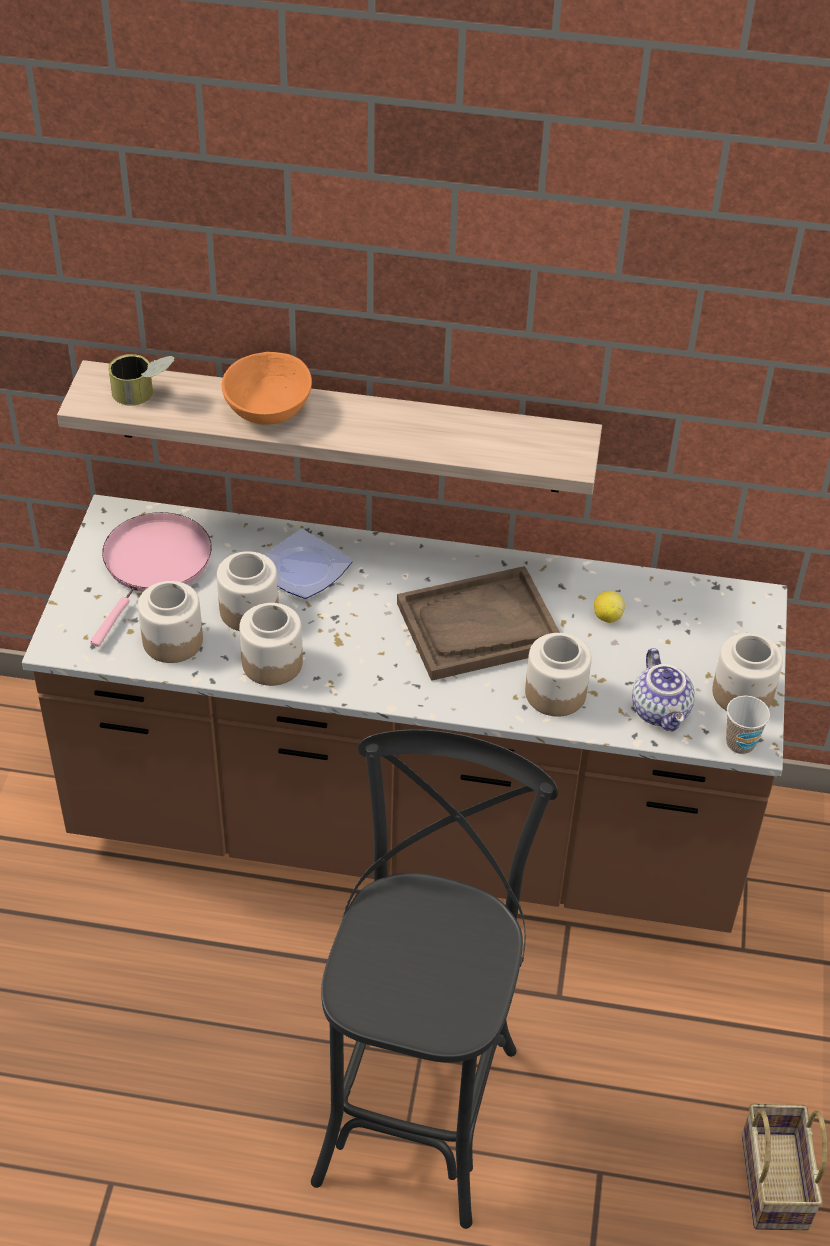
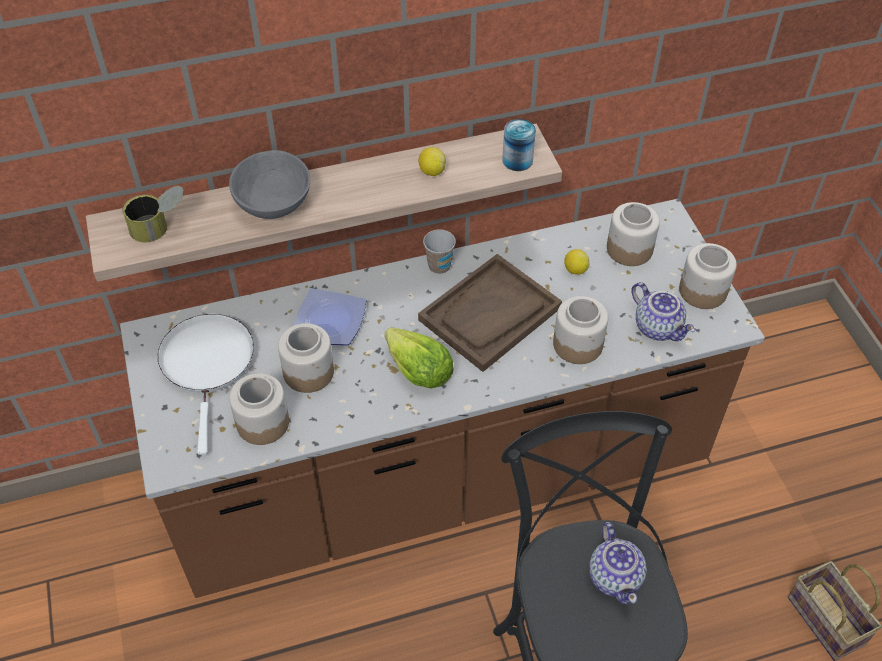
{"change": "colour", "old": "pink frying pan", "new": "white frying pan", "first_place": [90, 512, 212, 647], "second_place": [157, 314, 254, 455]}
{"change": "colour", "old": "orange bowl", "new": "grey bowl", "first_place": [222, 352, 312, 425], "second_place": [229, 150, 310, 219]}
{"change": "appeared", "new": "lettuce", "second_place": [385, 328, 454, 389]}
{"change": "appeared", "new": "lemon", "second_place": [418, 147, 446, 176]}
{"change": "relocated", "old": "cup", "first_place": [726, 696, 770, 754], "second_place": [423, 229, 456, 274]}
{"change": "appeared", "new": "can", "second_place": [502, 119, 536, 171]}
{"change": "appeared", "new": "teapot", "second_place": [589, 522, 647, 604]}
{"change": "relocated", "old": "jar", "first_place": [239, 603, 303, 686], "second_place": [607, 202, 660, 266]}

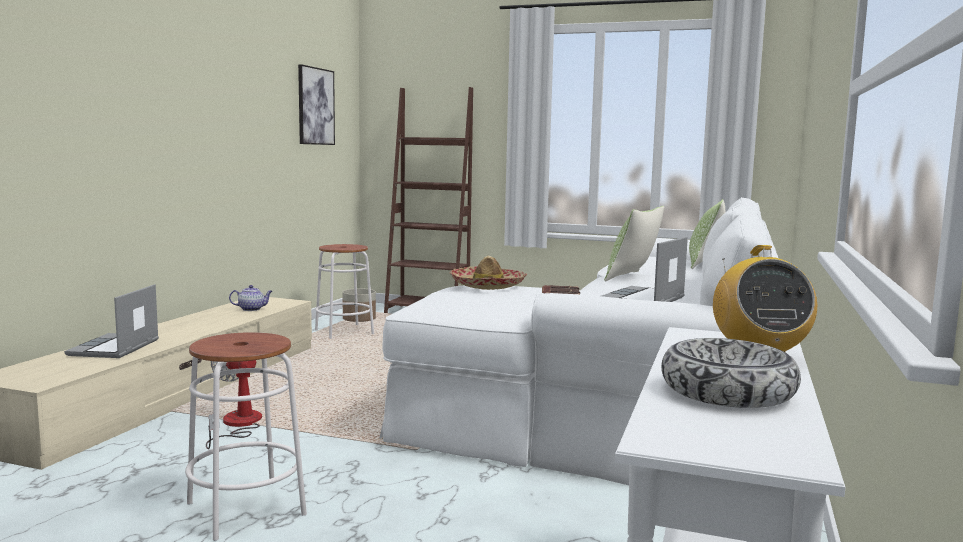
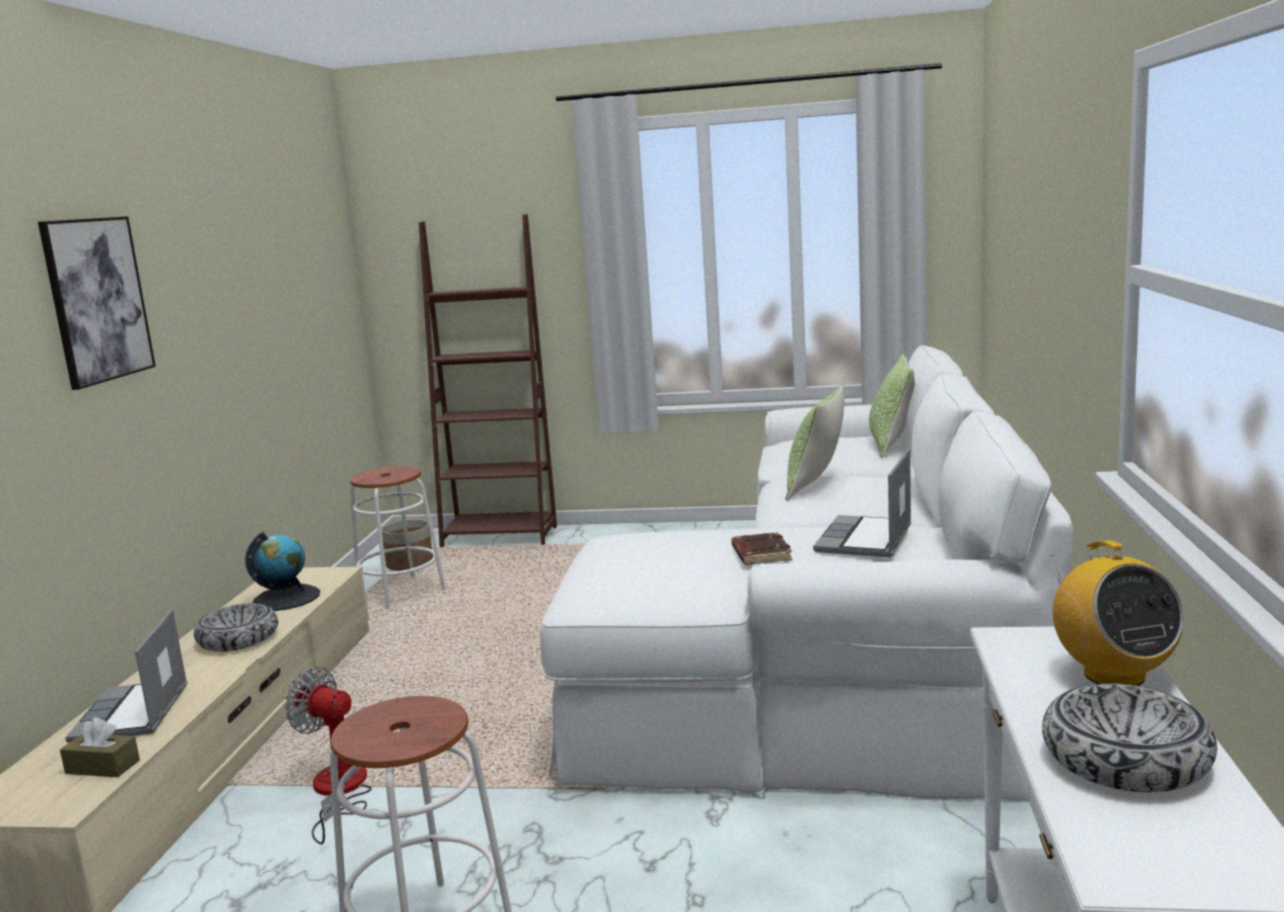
{"change": "relocated", "old": "picture", "first_place": [298, 64, 335, 145], "second_place": [38, 216, 156, 390]}
{"change": "appeared", "new": "brown tissue box", "second_place": [60, 717, 140, 777]}
{"change": "appeared", "new": "bowl", "second_place": [194, 603, 278, 652]}
{"change": "exchanged", "old": "teapot", "new": "globe", "first_place": [229, 285, 273, 311], "second_place": [245, 532, 320, 611]}
{"change": "missing", "old": "hat", "first_place": [450, 256, 527, 290]}

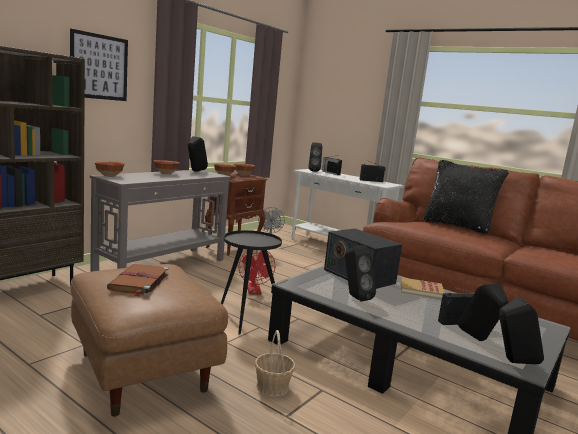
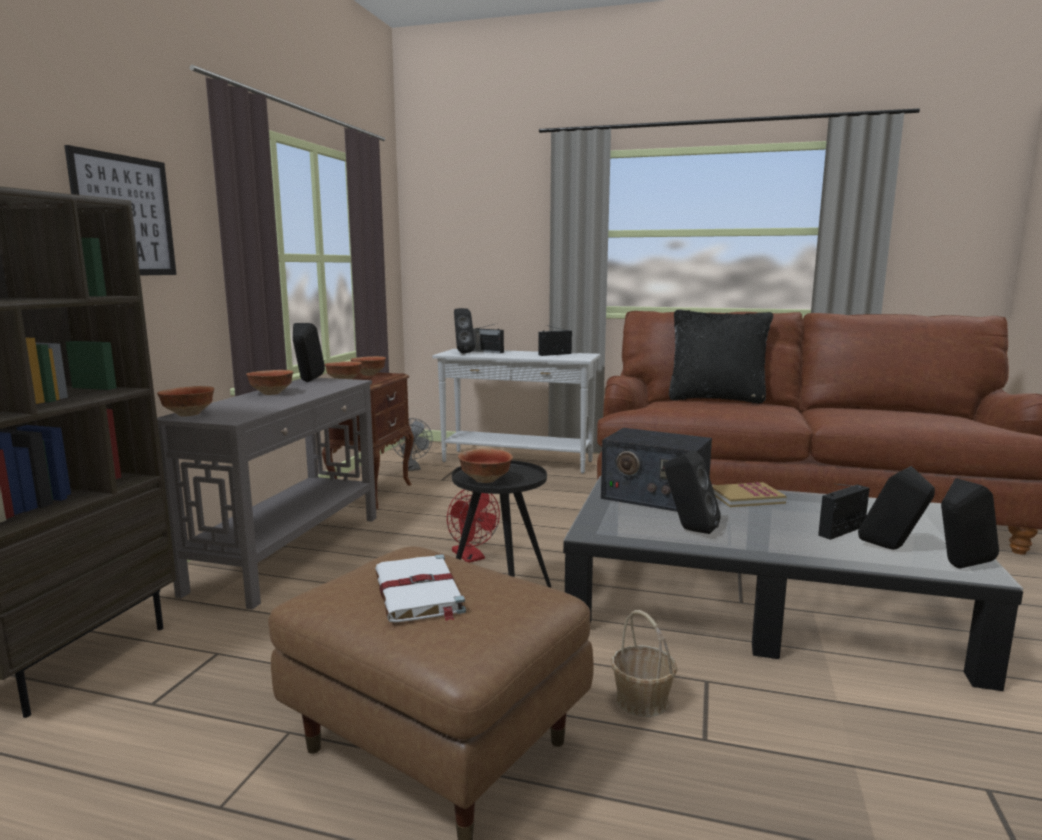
{"change": "colour", "old": "brown book", "new": "white book", "first_place": [107, 264, 169, 297], "second_place": [375, 554, 466, 623]}
{"change": "appeared", "new": "bowl", "second_place": [458, 448, 513, 483]}

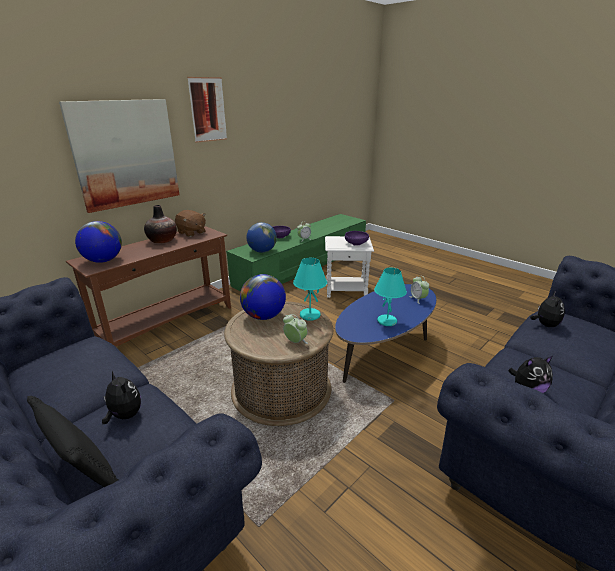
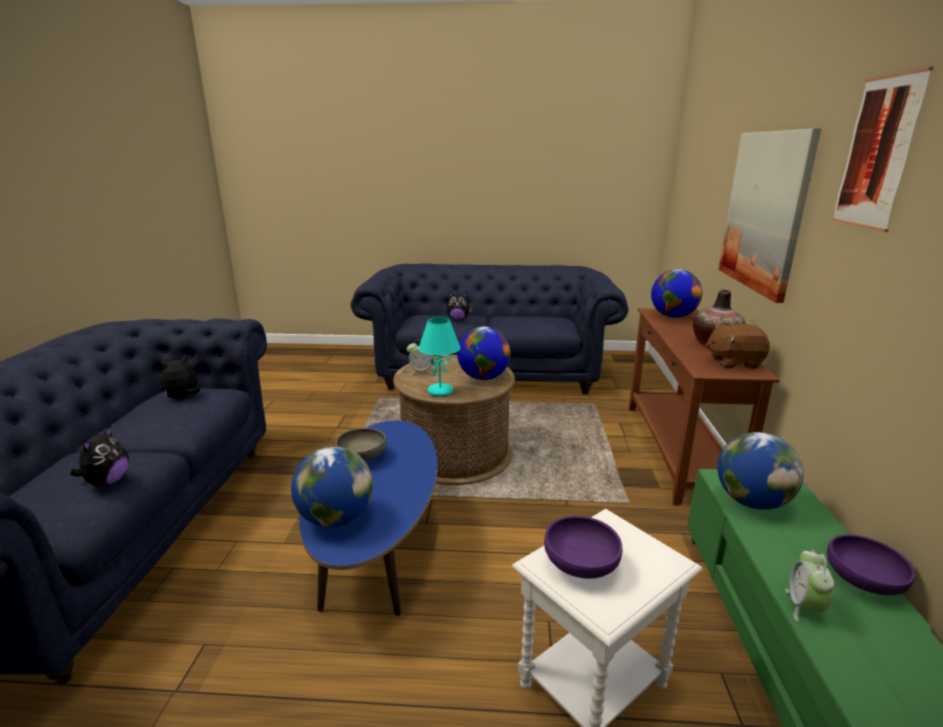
{"change": "spun", "old": "plush toy", "first_place": [530, 291, 565, 327], "second_place": [71, 426, 129, 486], "degrees": -150}
{"change": "exchanged", "old": "alarm clock", "new": "globe", "first_place": [409, 276, 429, 304], "second_place": [291, 446, 373, 528]}
{"change": "exchanged", "old": "turquoise table lamp", "new": "grey bowl", "first_place": [374, 268, 407, 326], "second_place": [335, 428, 387, 462]}
{"change": "missing", "old": "black pillow", "first_place": [27, 396, 119, 487]}

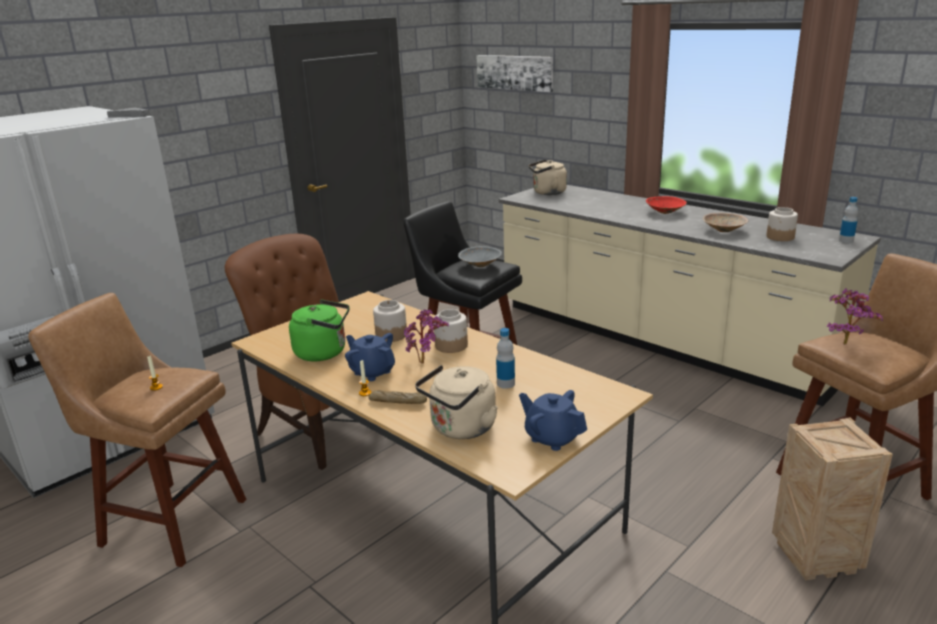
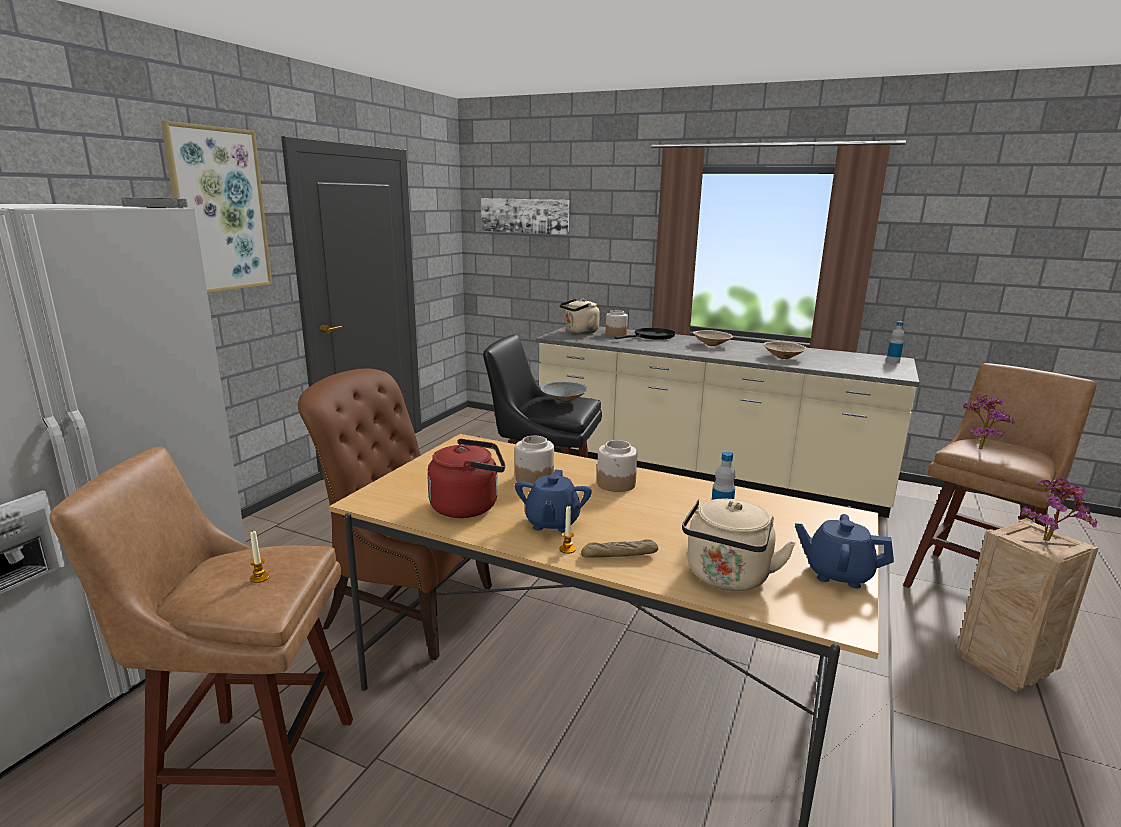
{"change": "appeared", "new": "picture", "second_place": [161, 121, 272, 293]}
{"change": "colour", "old": "green kettle", "new": "red kettle", "first_place": [289, 300, 350, 361], "second_place": [427, 439, 505, 518]}
{"change": "spun", "old": "blue teapot", "first_place": [345, 333, 395, 381], "second_place": [515, 470, 592, 533], "degrees": -105}
{"change": "relocated", "old": "jar", "first_place": [766, 207, 798, 241], "second_place": [606, 310, 628, 337]}
{"change": "appeared", "new": "black frying pan", "second_place": [615, 328, 676, 340]}
{"change": "colour", "old": "red bowl", "new": "beige bowl", "first_place": [646, 196, 687, 214], "second_place": [693, 330, 733, 346]}
{"change": "relocated", "old": "potted plant", "first_place": [404, 309, 449, 364], "second_place": [1021, 477, 1098, 541]}

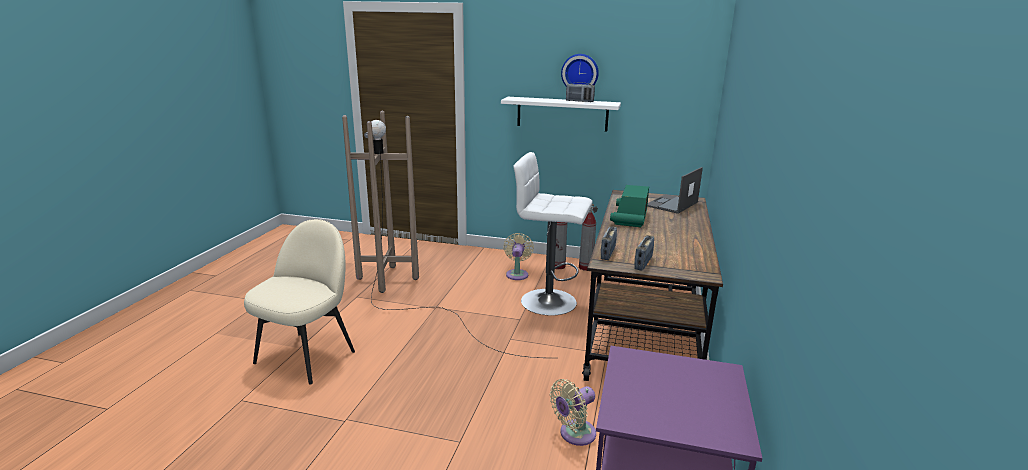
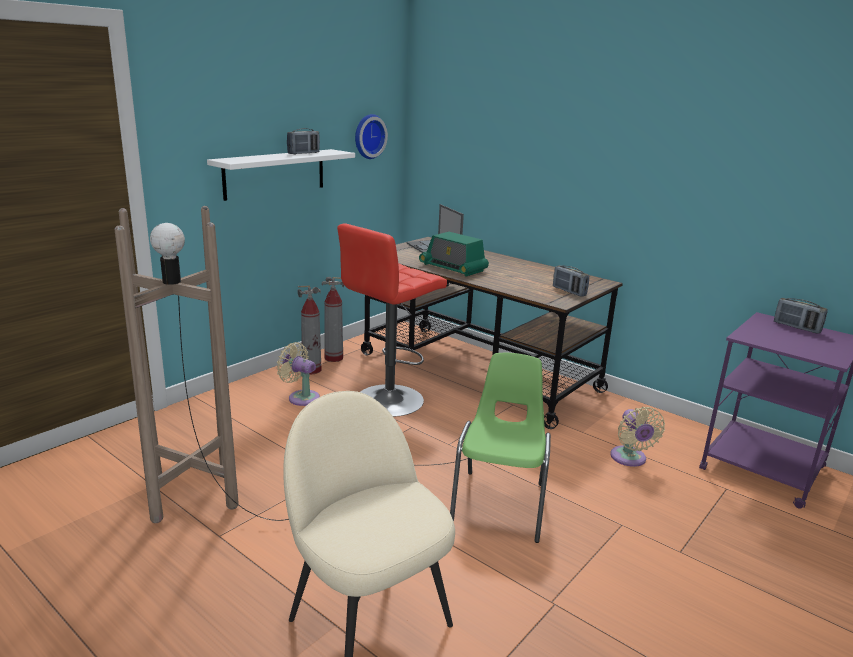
{"change": "colour", "old": "white stool", "new": "red stool", "first_place": [513, 152, 592, 316], "second_place": [337, 224, 447, 417]}
{"change": "relocated", "old": "wall clock", "first_place": [561, 54, 599, 87], "second_place": [355, 114, 388, 159]}
{"change": "appeared", "new": "green chair", "second_place": [450, 353, 551, 543]}
{"change": "relocated", "old": "radio", "first_place": [601, 226, 617, 260], "second_place": [774, 298, 828, 334]}

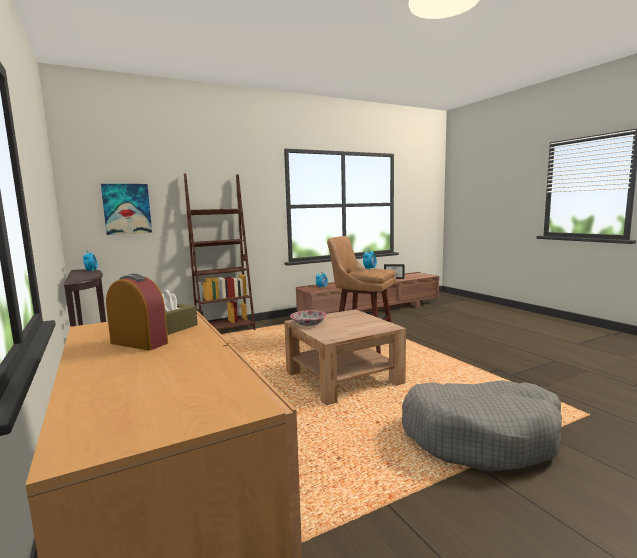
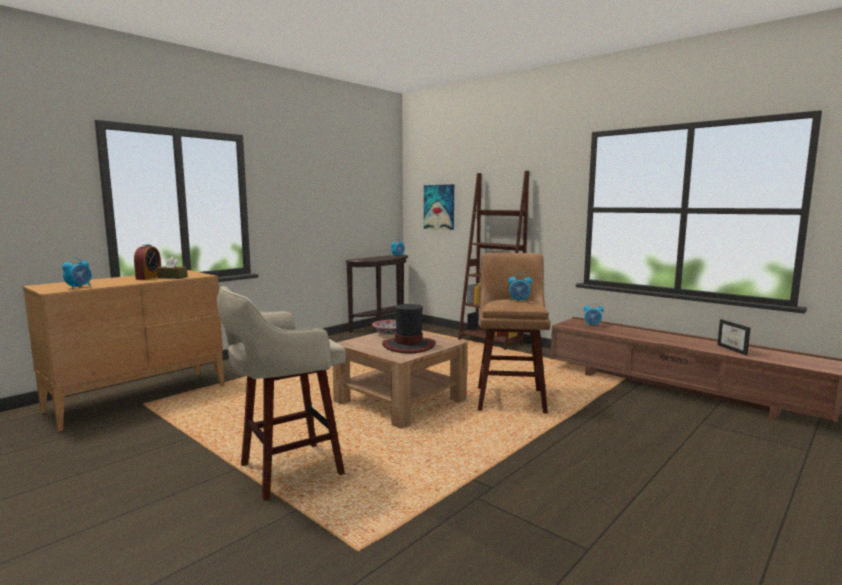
{"change": "appeared", "new": "alarm clock", "second_place": [62, 257, 92, 289]}
{"change": "exchanged", "old": "grey dog bed", "new": "beige stool", "first_place": [402, 380, 562, 472], "second_place": [217, 286, 345, 500]}
{"change": "appeared", "new": "hat", "second_place": [382, 304, 436, 353]}

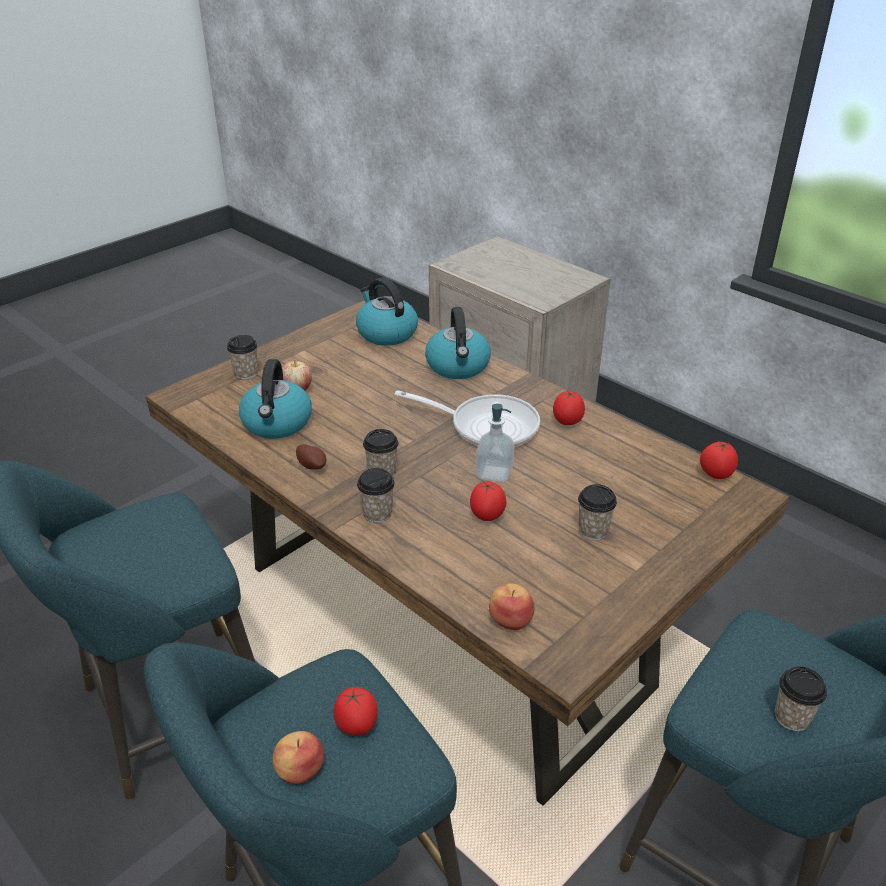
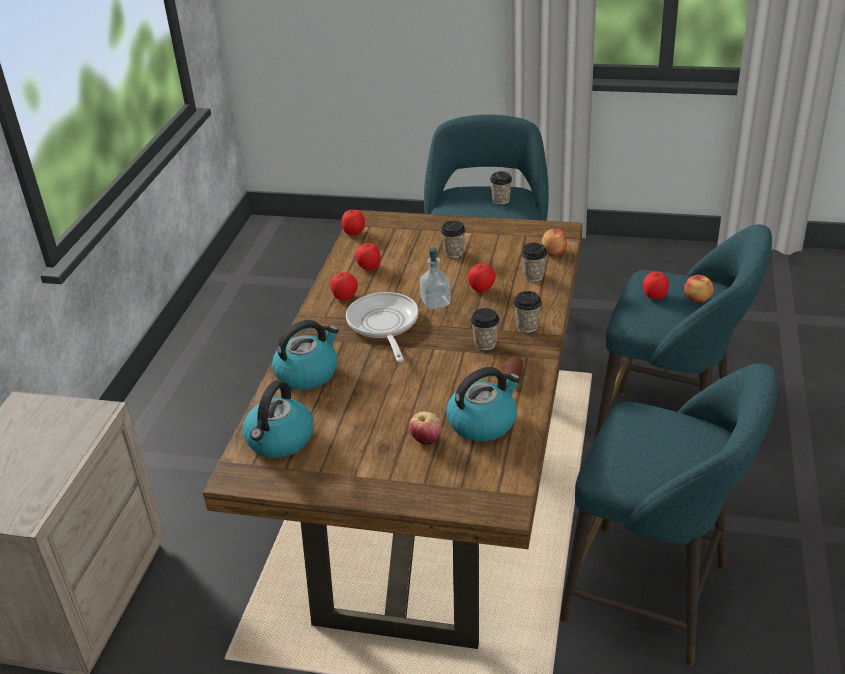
{"change": "appeared", "new": "tomato", "second_place": [355, 243, 381, 270]}
{"change": "relocated", "old": "cup", "first_place": [227, 335, 258, 380], "second_place": [521, 243, 547, 282]}

